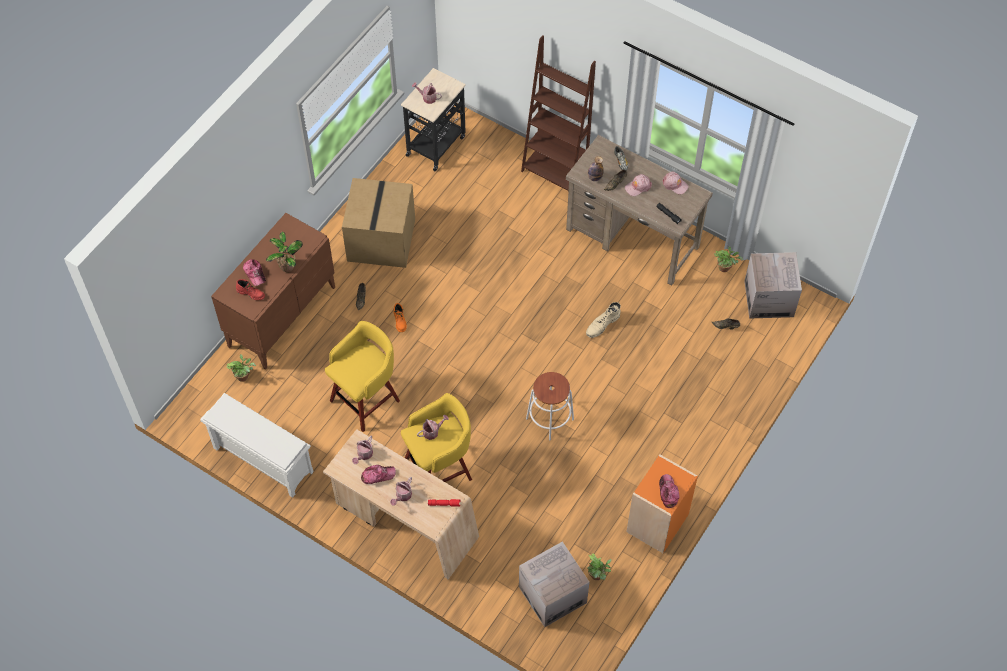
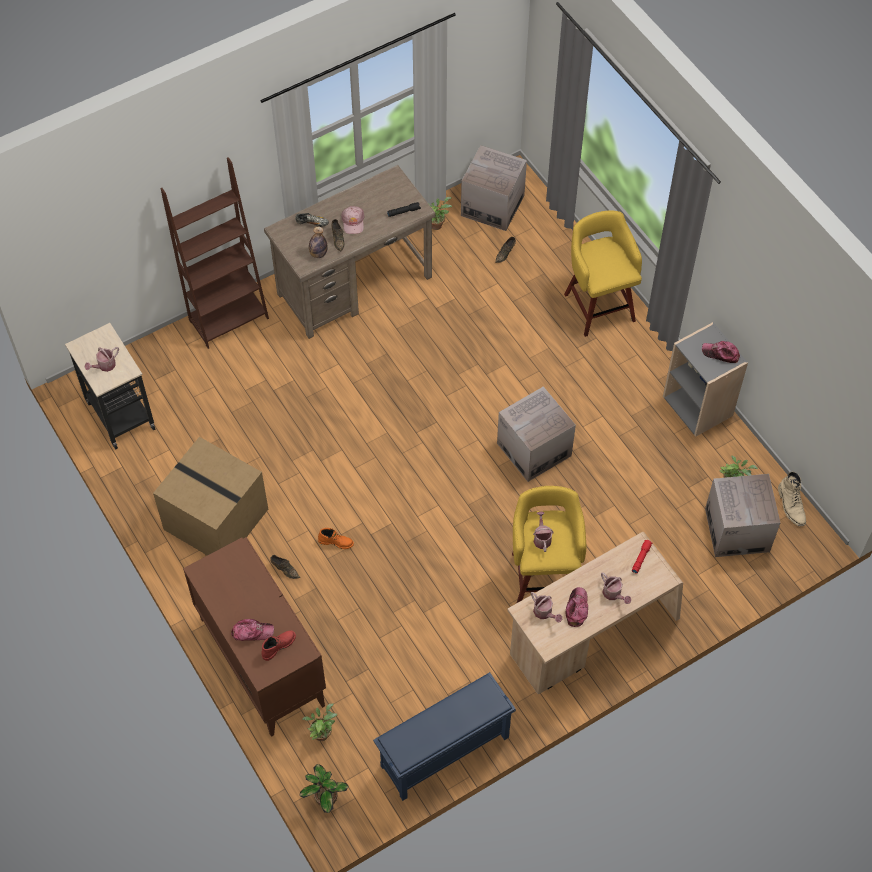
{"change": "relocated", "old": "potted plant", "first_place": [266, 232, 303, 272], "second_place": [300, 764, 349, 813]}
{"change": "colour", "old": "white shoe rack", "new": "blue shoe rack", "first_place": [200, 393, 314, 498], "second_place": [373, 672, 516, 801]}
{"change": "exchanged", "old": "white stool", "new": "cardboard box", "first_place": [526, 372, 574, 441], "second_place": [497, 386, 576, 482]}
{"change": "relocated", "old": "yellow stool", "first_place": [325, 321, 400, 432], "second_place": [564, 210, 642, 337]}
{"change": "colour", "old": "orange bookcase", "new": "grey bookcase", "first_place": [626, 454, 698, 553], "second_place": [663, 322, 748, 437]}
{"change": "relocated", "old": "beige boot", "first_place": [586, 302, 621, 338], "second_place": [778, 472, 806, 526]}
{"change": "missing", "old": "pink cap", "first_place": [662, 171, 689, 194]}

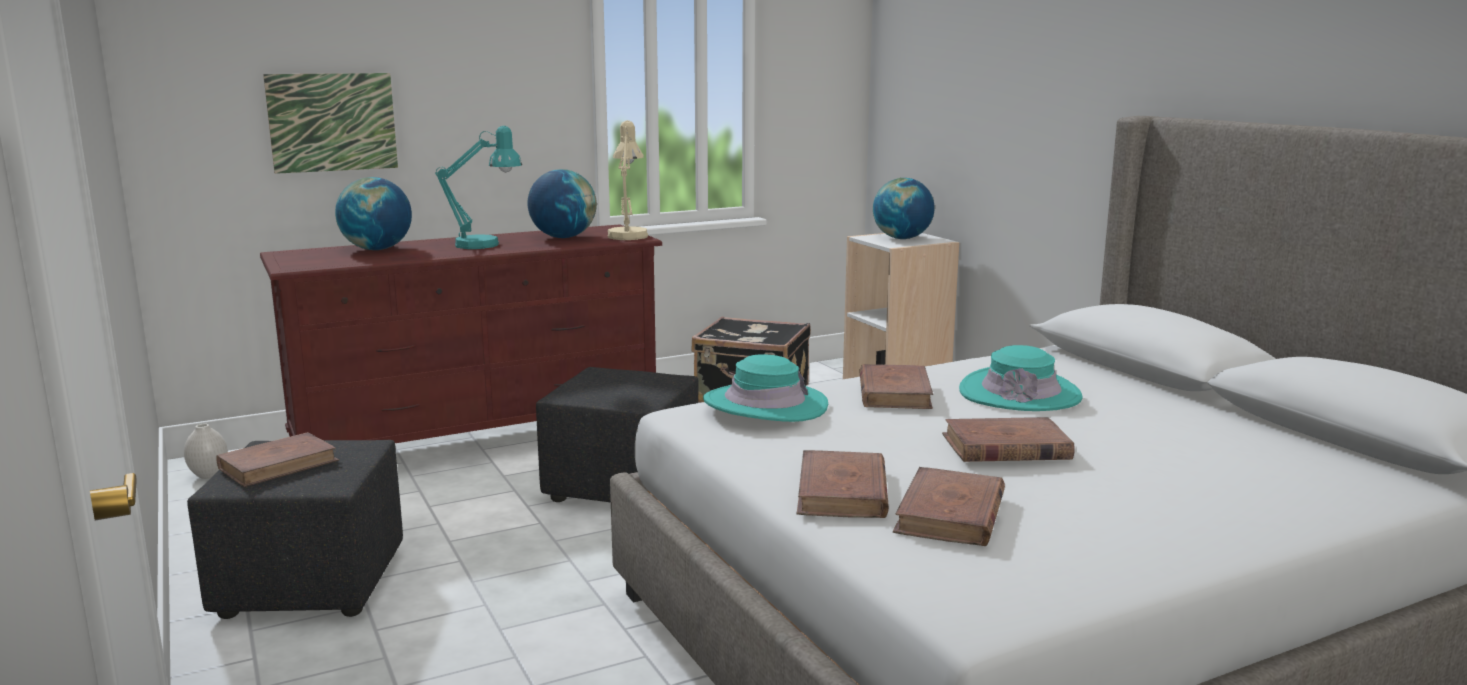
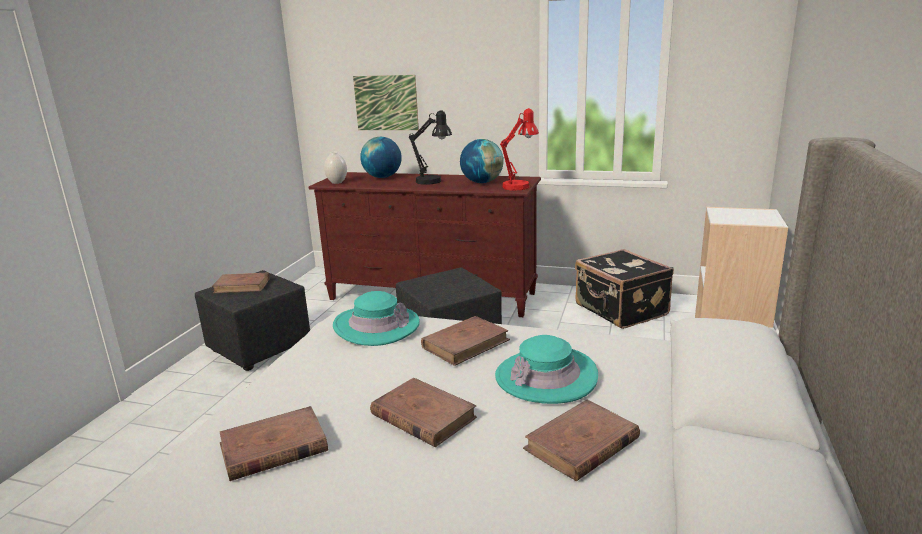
{"change": "relocated", "old": "white vase", "first_place": [184, 424, 228, 479], "second_place": [324, 152, 347, 184]}
{"change": "colour", "old": "turquoise table lamp", "new": "black table lamp", "first_place": [435, 126, 522, 249], "second_place": [409, 110, 452, 185]}
{"change": "colour", "old": "beige table lamp", "new": "red table lamp", "first_place": [607, 120, 648, 240], "second_place": [500, 108, 539, 191]}
{"change": "relocated", "old": "brown book", "first_place": [797, 450, 889, 518], "second_place": [523, 400, 640, 481]}
{"change": "missing", "old": "globe", "first_place": [873, 178, 934, 239]}

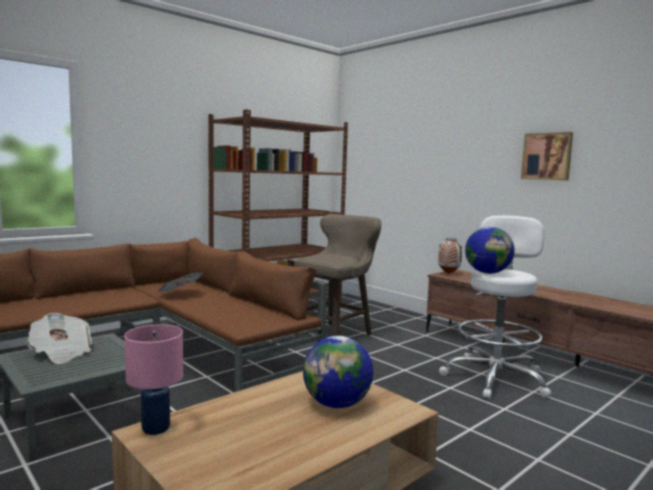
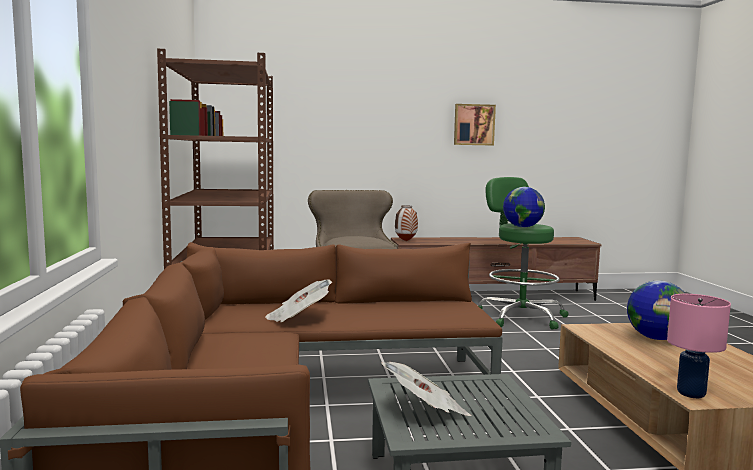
{"change": "colour", "old": "white stool", "new": "green stool", "first_place": [439, 216, 551, 399], "second_place": [478, 177, 569, 330]}

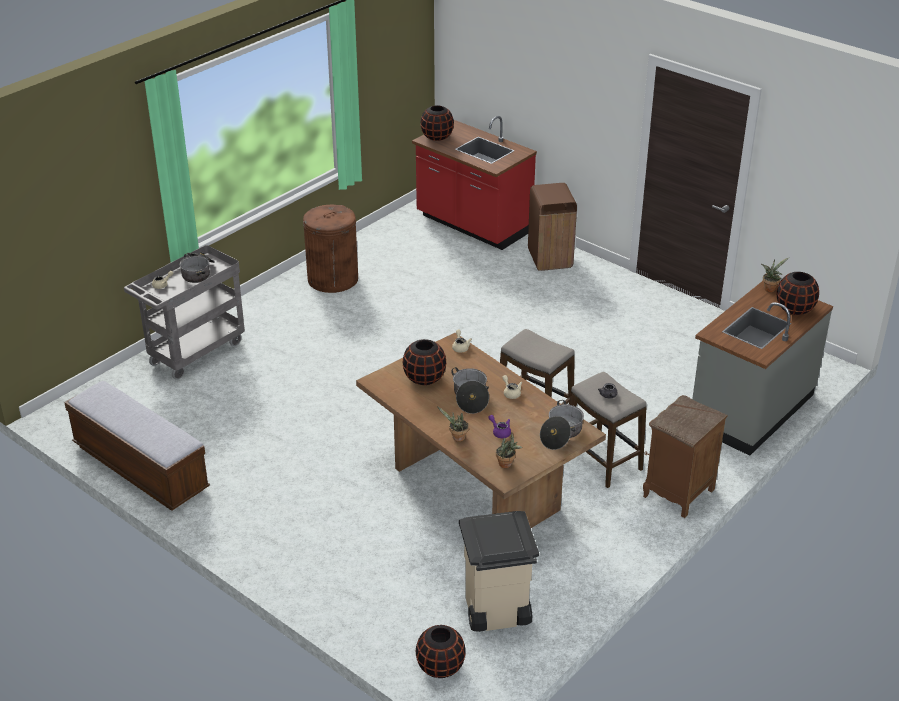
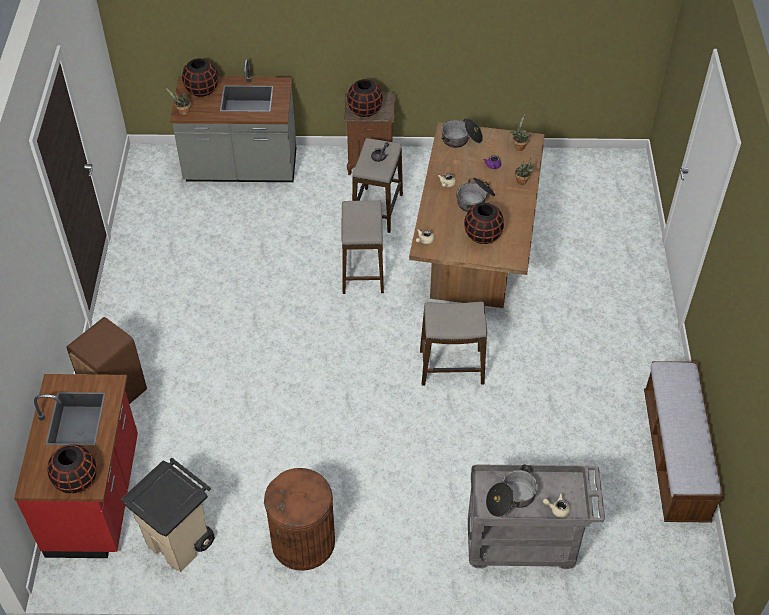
{"change": "relocated", "old": "beige trash can", "first_place": [459, 511, 539, 632], "second_place": [121, 458, 215, 572]}
{"change": "relocated", "old": "black vase", "first_place": [416, 625, 466, 678], "second_place": [347, 79, 383, 117]}
{"change": "appeared", "new": "stool", "second_place": [420, 302, 487, 386]}

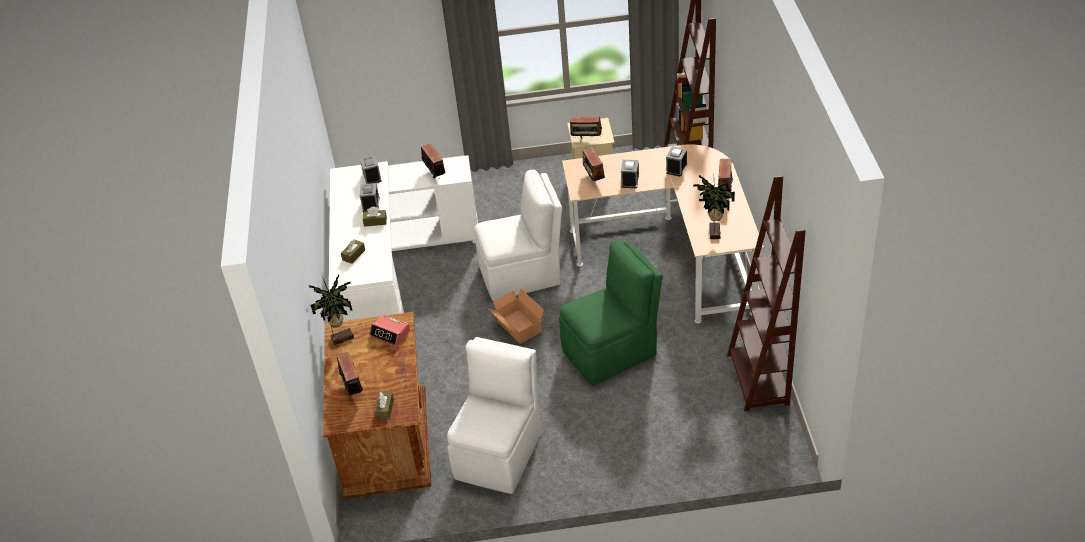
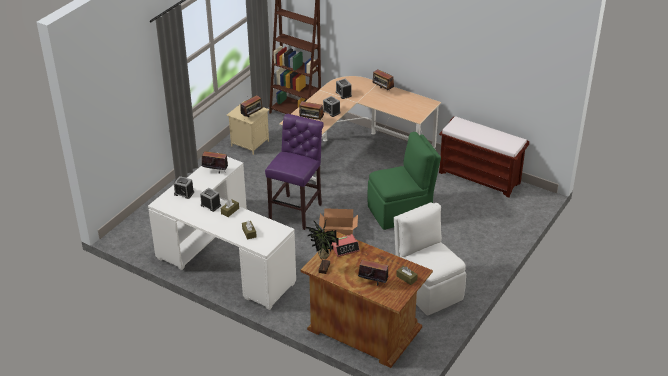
{"change": "exchanged", "old": "white chair", "new": "purple stool", "first_place": [475, 170, 562, 301], "second_place": [265, 114, 324, 230]}
{"change": "spun", "old": "green chair", "first_place": [559, 240, 663, 386], "second_place": [367, 132, 441, 230], "degrees": 60}
{"change": "exchanged", "old": "brown bookcase", "new": "brown bench", "first_place": [727, 175, 806, 412], "second_place": [439, 116, 529, 198]}
{"change": "missing", "old": "potted plant", "first_place": [693, 175, 735, 239]}

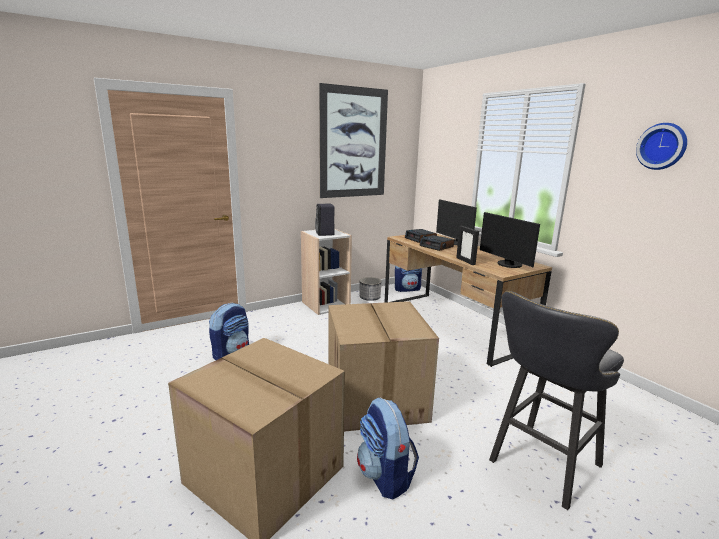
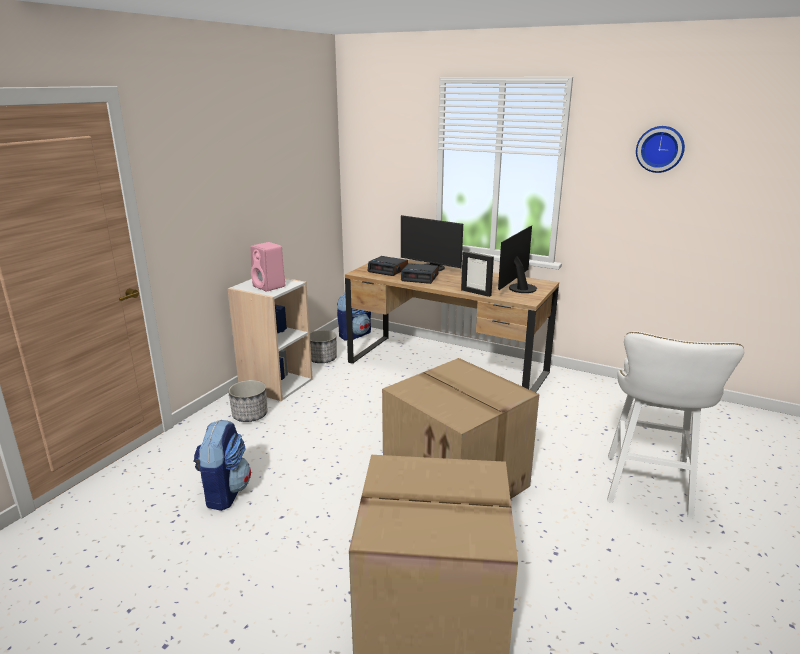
{"change": "appeared", "new": "planter", "second_place": [228, 380, 268, 422]}
{"change": "colour", "old": "black speaker", "new": "pink speaker", "first_place": [315, 204, 335, 236], "second_place": [251, 242, 285, 291]}
{"change": "spun", "old": "monitor", "first_place": [480, 212, 540, 268], "second_place": [498, 226, 537, 293], "degrees": 90}
{"change": "colour", "old": "black stool", "new": "white stool", "first_place": [489, 291, 624, 510], "second_place": [607, 331, 744, 518]}
{"change": "missing", "old": "picture", "first_place": [319, 83, 388, 198]}
{"change": "missing", "old": "backpack", "first_place": [357, 397, 419, 500]}

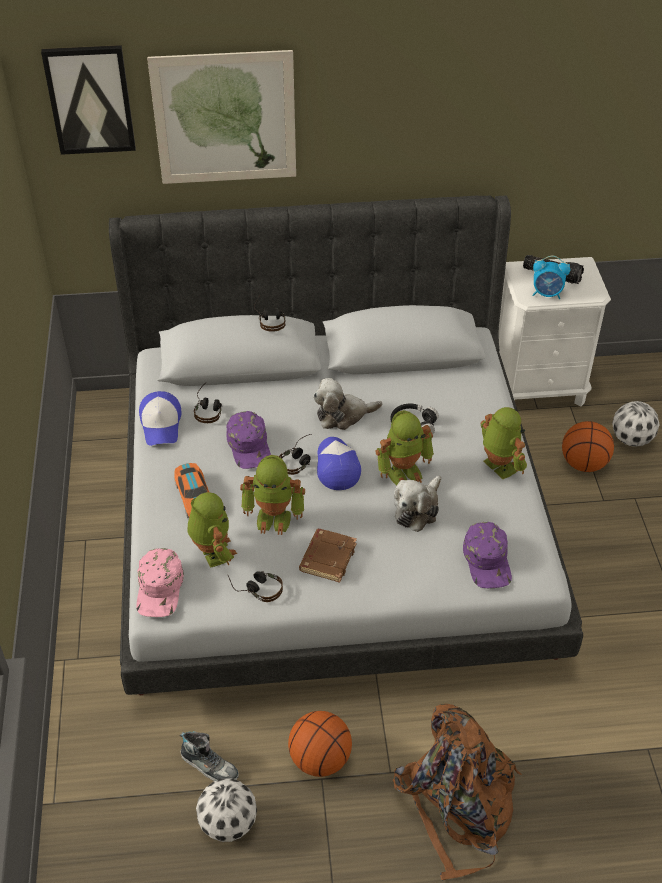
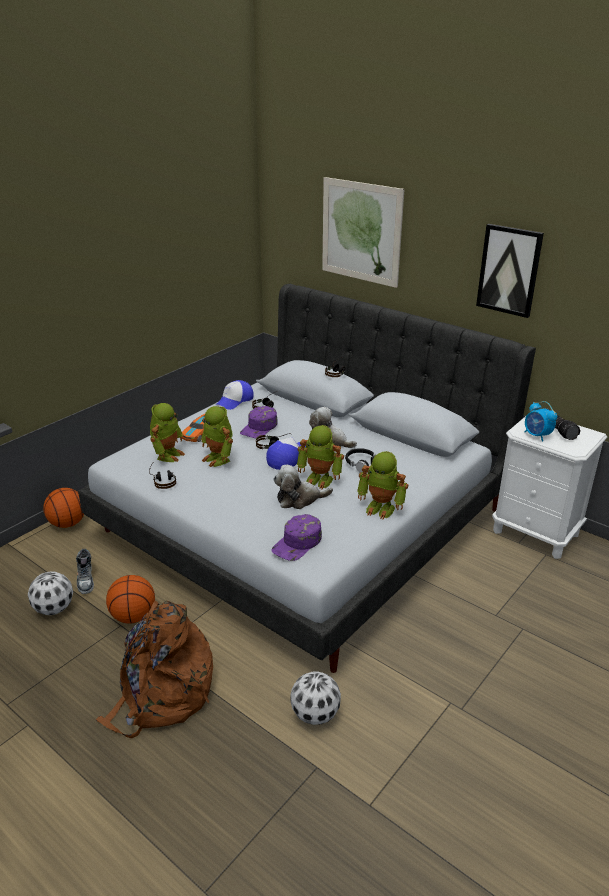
{"change": "relocated", "old": "basketball", "first_place": [562, 421, 614, 472], "second_place": [43, 488, 84, 528]}
{"change": "relocated", "old": "football", "first_place": [612, 401, 660, 447], "second_place": [290, 672, 341, 725]}
{"change": "spun", "old": "toy robot", "first_place": [480, 407, 527, 479], "second_place": [357, 451, 408, 519], "degrees": 105}
{"change": "relocated", "old": "picture", "first_place": [41, 45, 136, 155], "second_place": [476, 224, 544, 318]}
{"change": "missing", "old": "pink cap", "first_place": [136, 548, 184, 617]}
{"change": "missing", "old": "brown book", "first_place": [299, 529, 357, 583]}

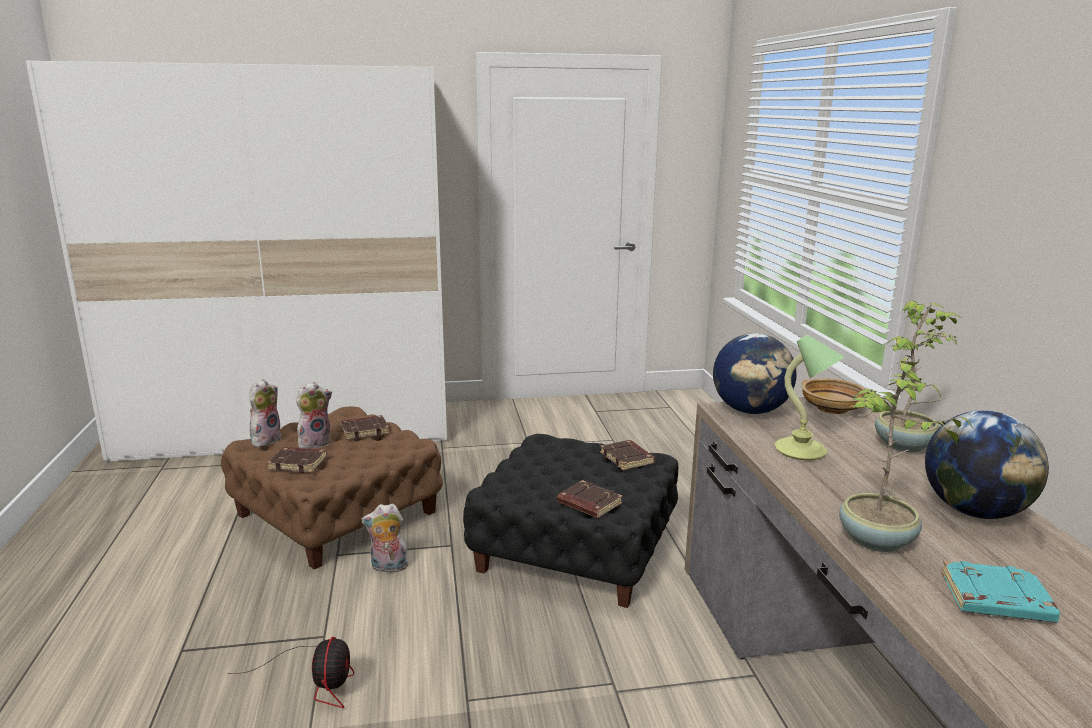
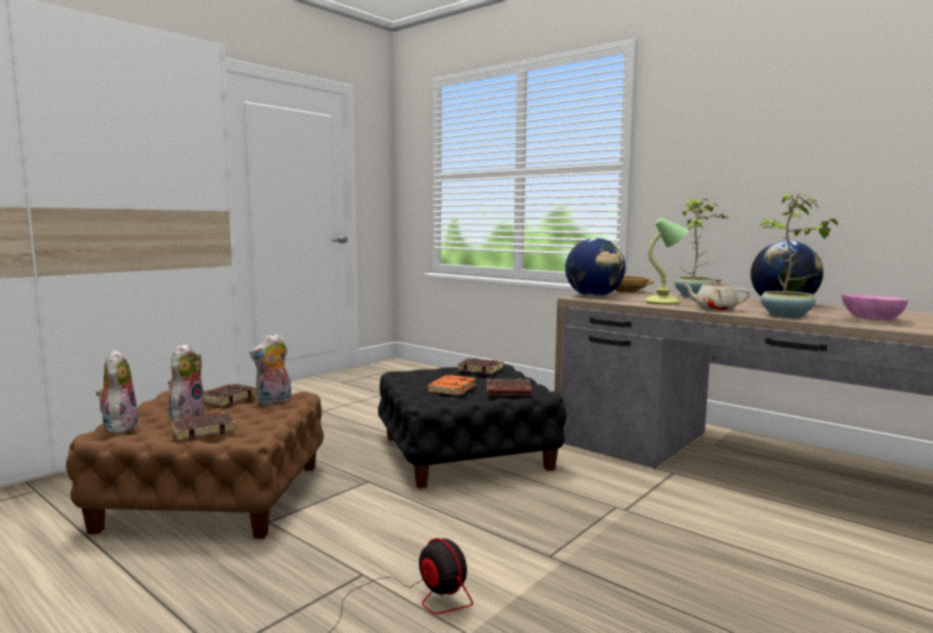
{"change": "relocated", "old": "plush toy", "first_place": [361, 504, 410, 572], "second_place": [249, 333, 291, 405]}
{"change": "appeared", "new": "orange book", "second_place": [427, 375, 476, 395]}
{"change": "appeared", "new": "beige teapot", "second_place": [683, 279, 750, 311]}
{"change": "exchanged", "old": "turquoise book", "new": "pink bowl", "first_place": [941, 561, 1060, 623], "second_place": [842, 294, 908, 321]}

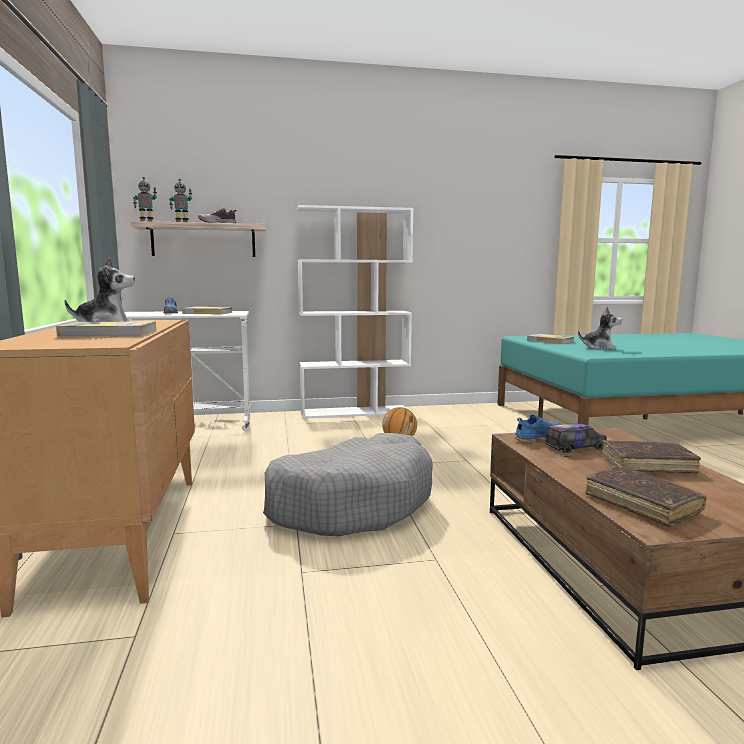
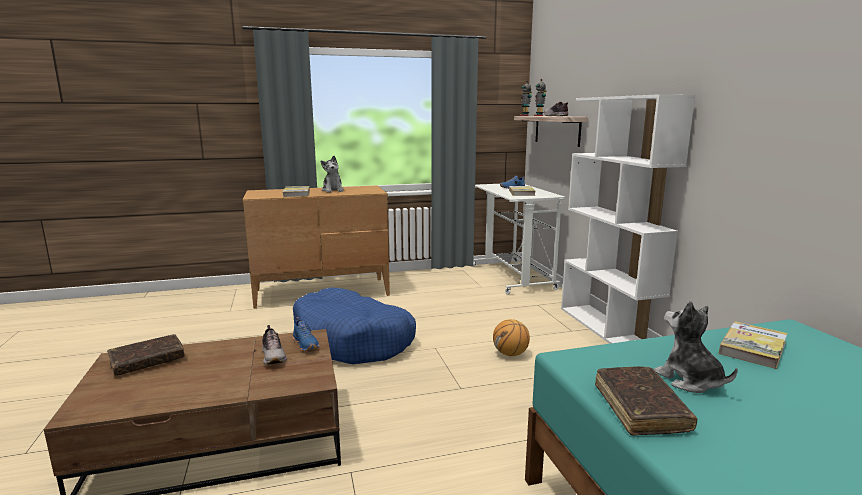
{"change": "exchanged", "old": "toy truck", "new": "shoe", "first_place": [545, 423, 607, 453], "second_place": [262, 325, 287, 365]}
{"change": "colour", "old": "grey dog bed", "new": "blue dog bed", "first_place": [263, 433, 433, 536], "second_place": [293, 287, 416, 364]}
{"change": "relocated", "old": "brown book", "first_place": [601, 440, 701, 473], "second_place": [595, 366, 697, 435]}
{"change": "spun", "old": "plush toy", "first_place": [578, 307, 622, 350], "second_place": [654, 301, 738, 393], "degrees": 135}

